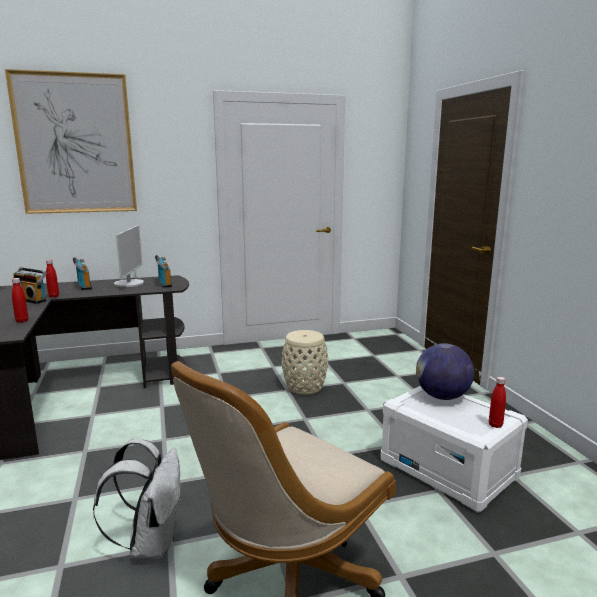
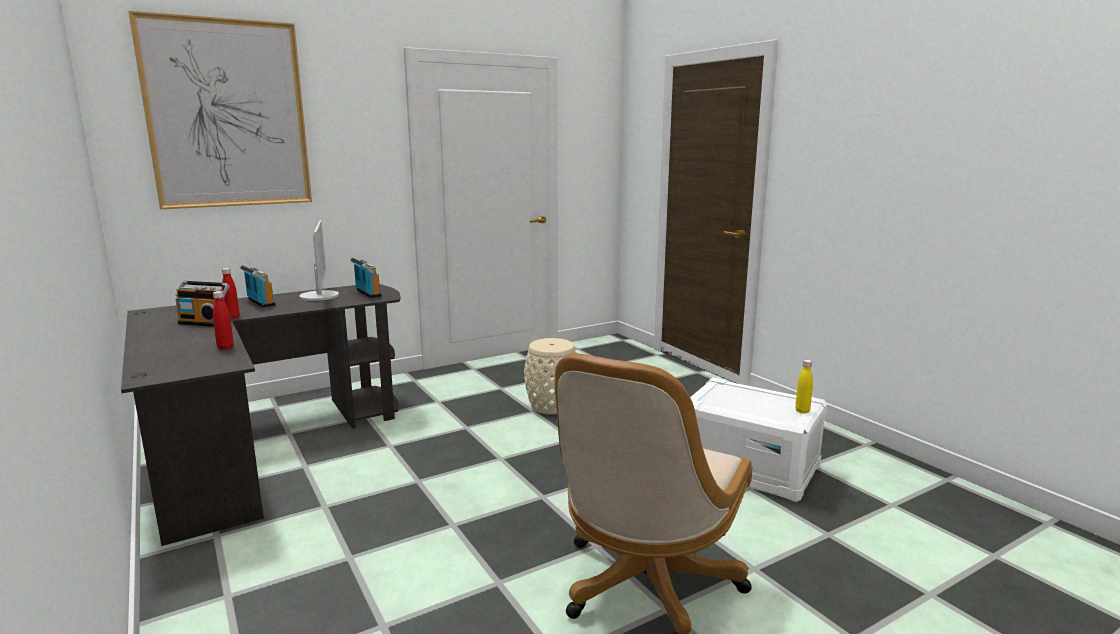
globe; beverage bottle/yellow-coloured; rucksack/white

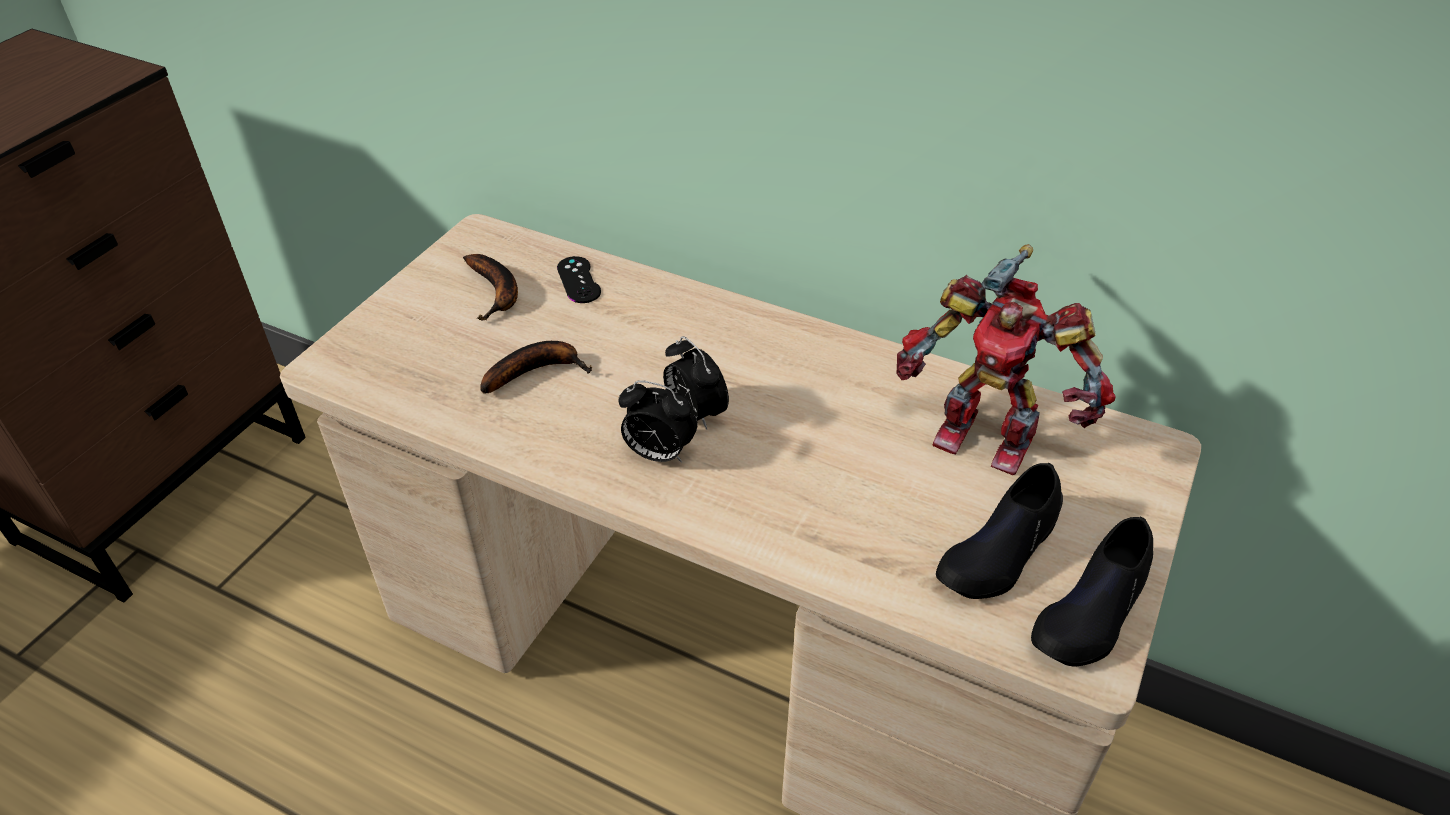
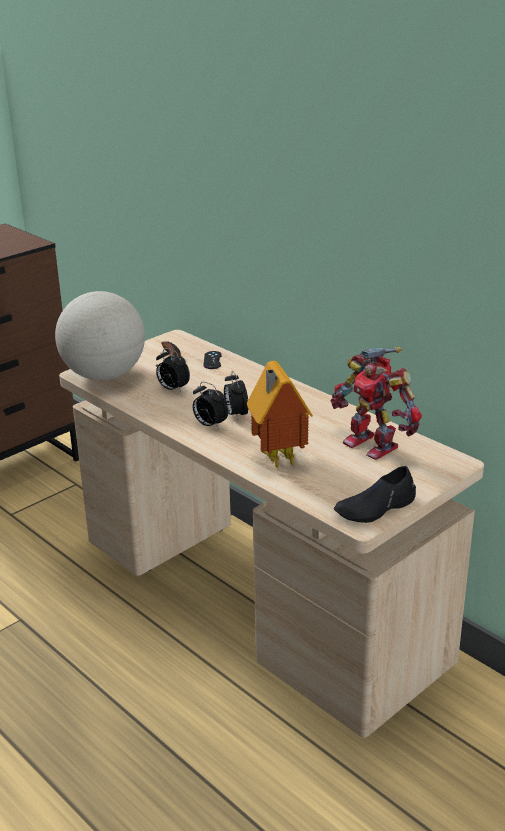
alarm clock (1st from left); low shoe/blackish (1st from left in the first image); globe; model house

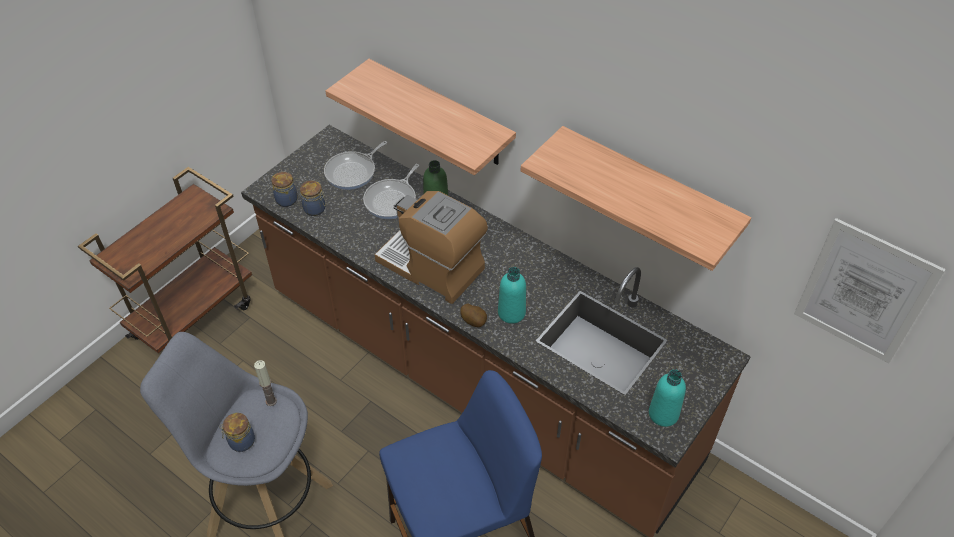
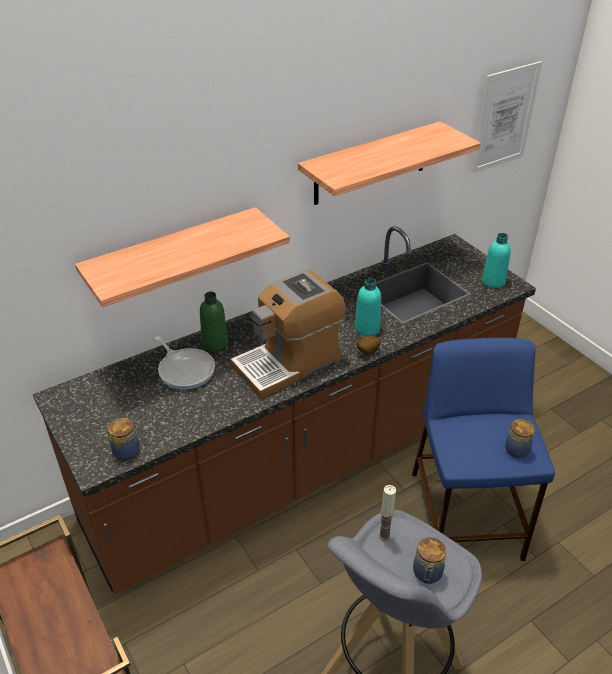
pan (1st from left in the first image); storage jar (3rd from left)

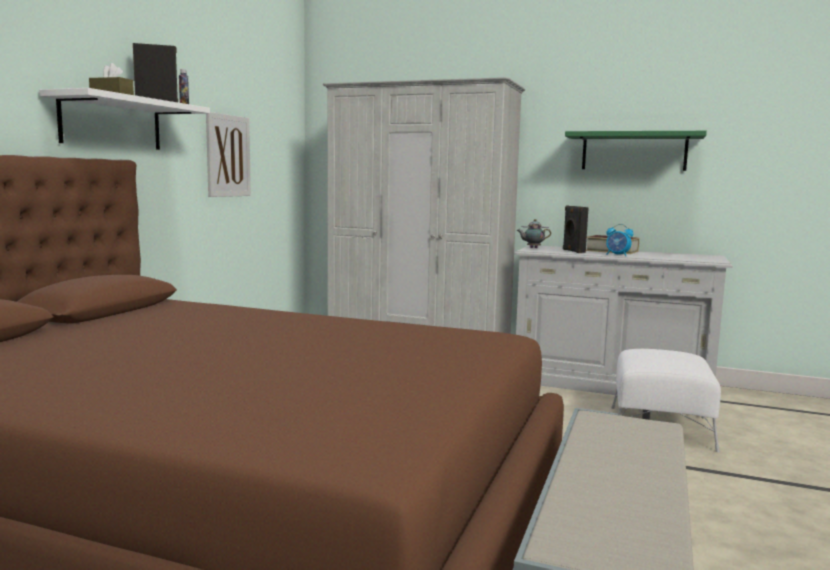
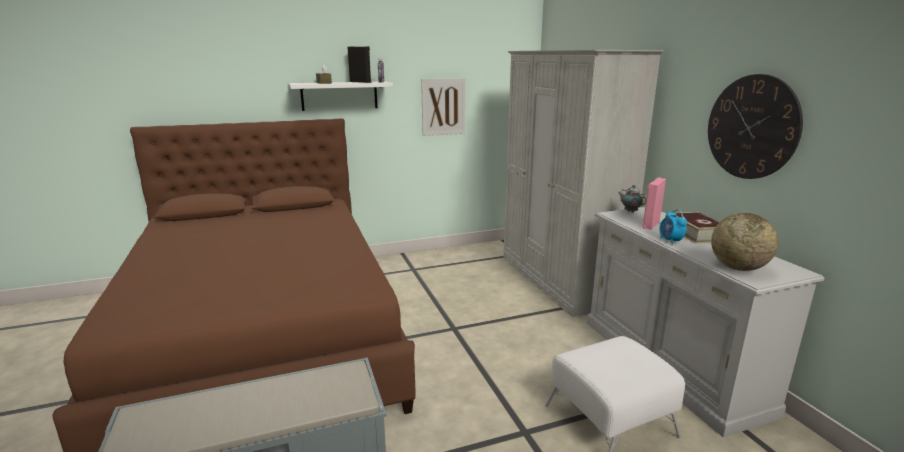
wall clock; loudspeaker/pinkish; globe

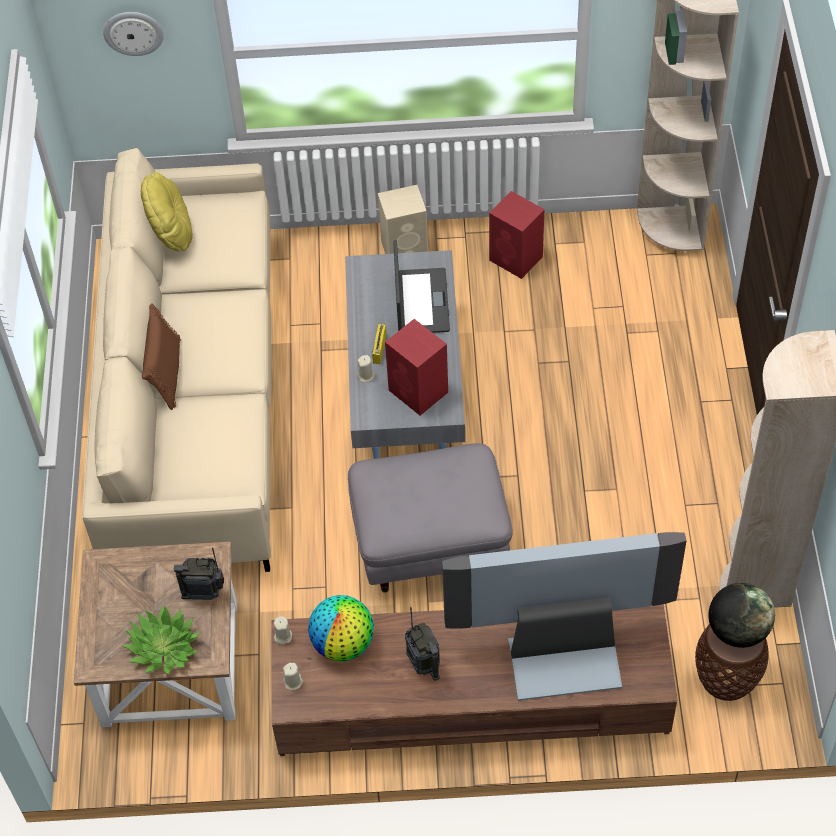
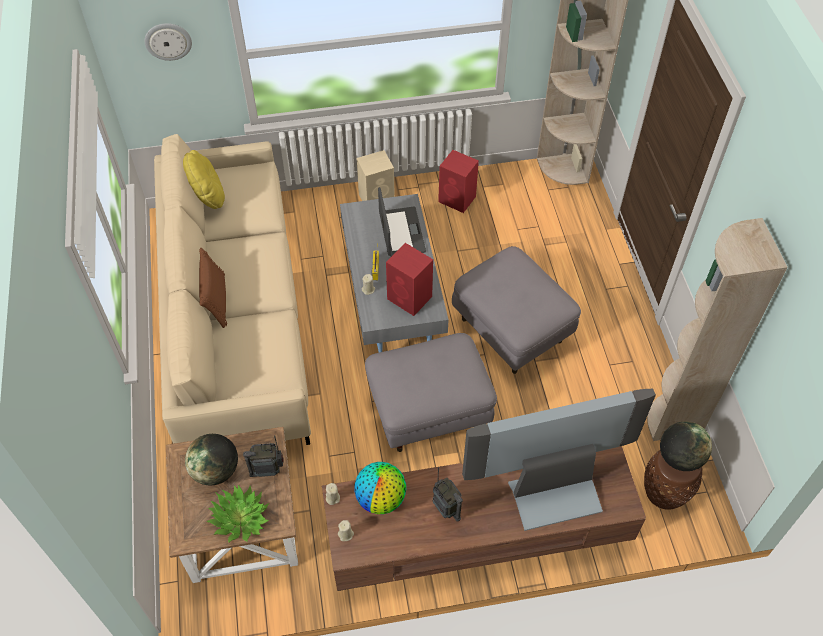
pouffe/greyish (2nd from left); globe (1st from left)

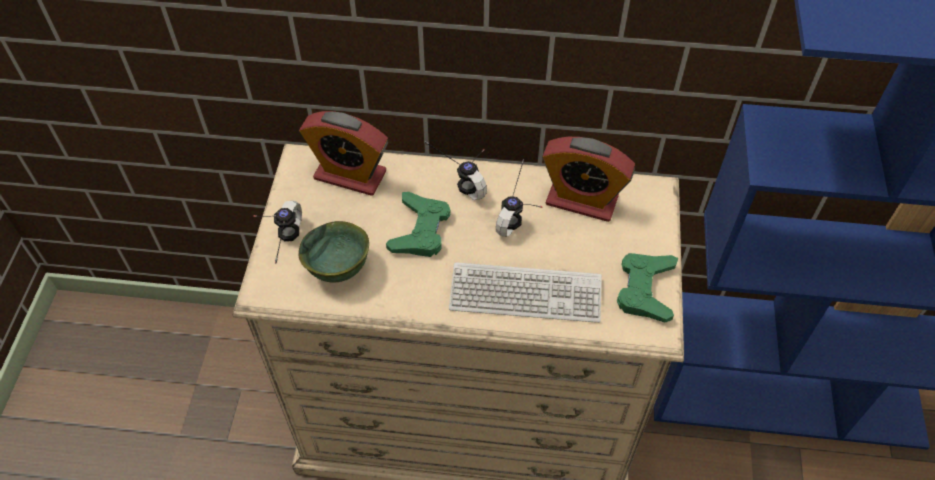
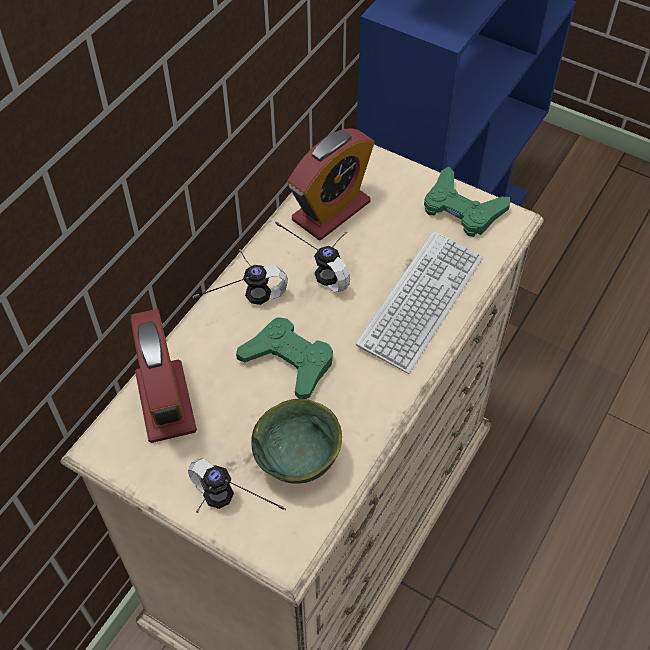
alarm clock (1st from left)

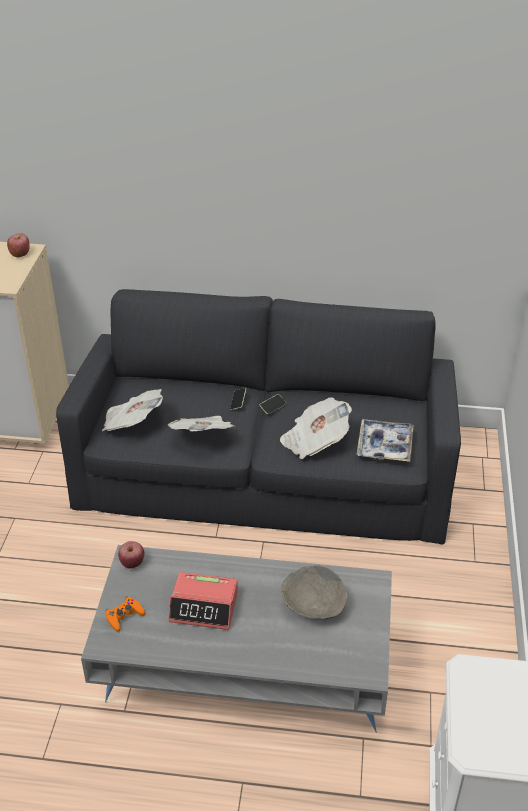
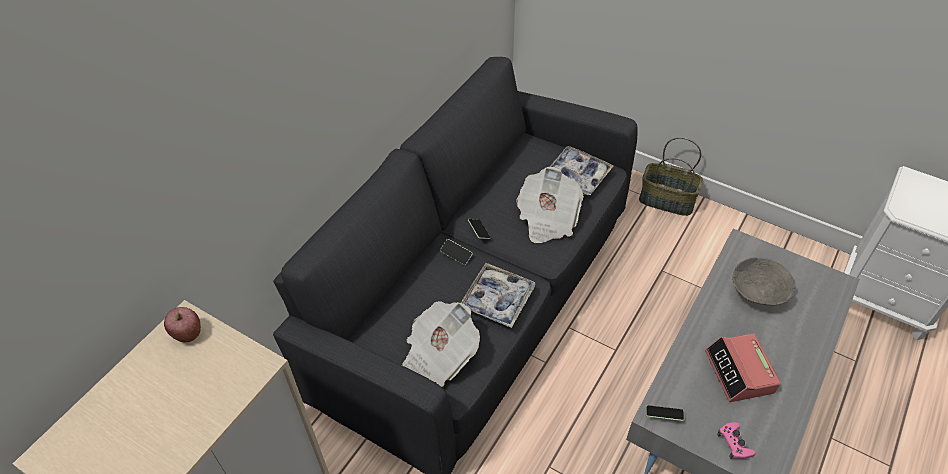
carrying tray (1st from left); handset (3rd from left); alarm clock; game controller/pinkish; basket

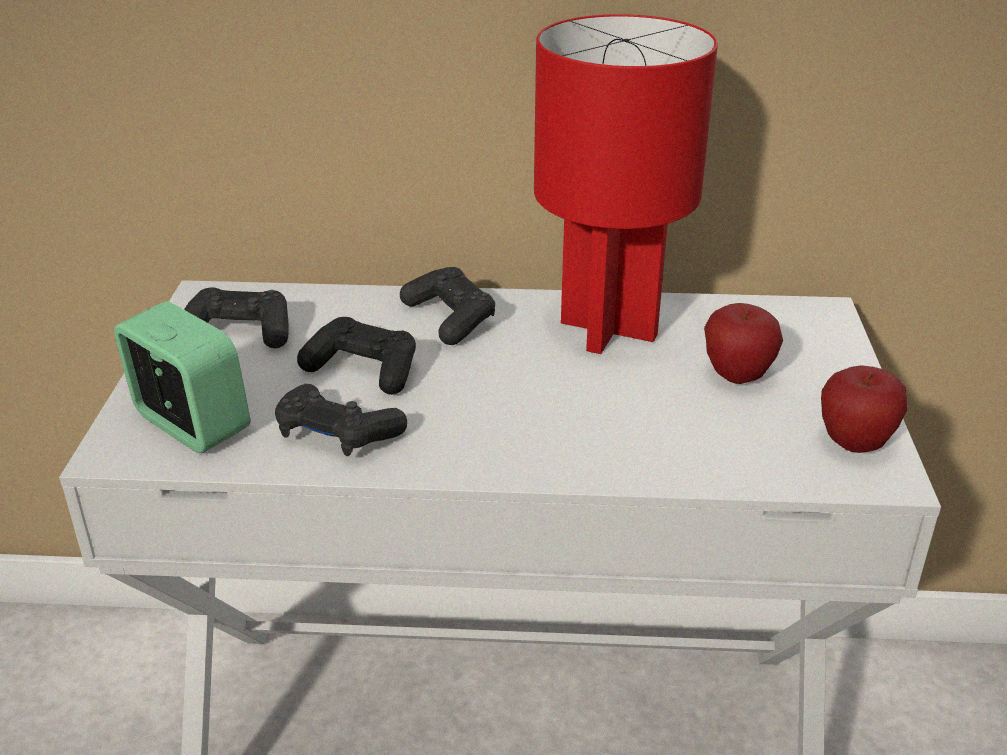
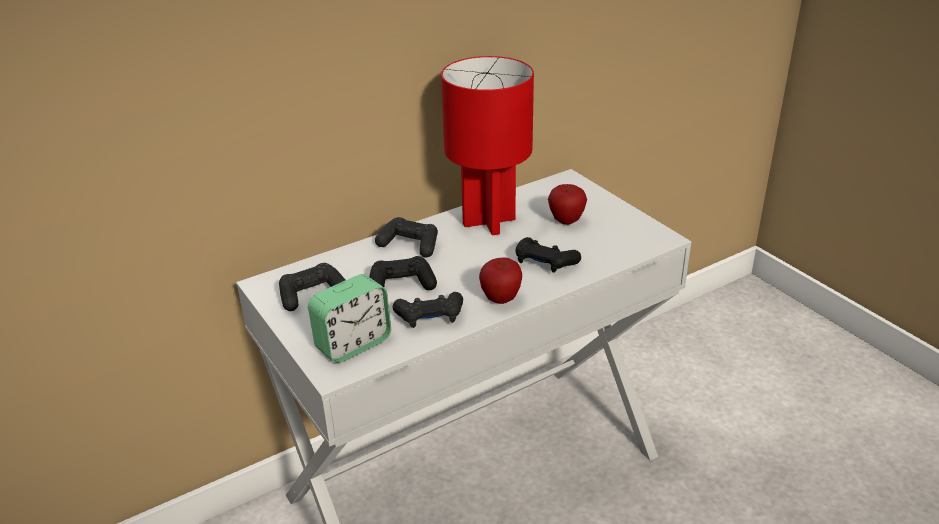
alarm clock; apple (1st from left); game controller/blackish (5th from left)

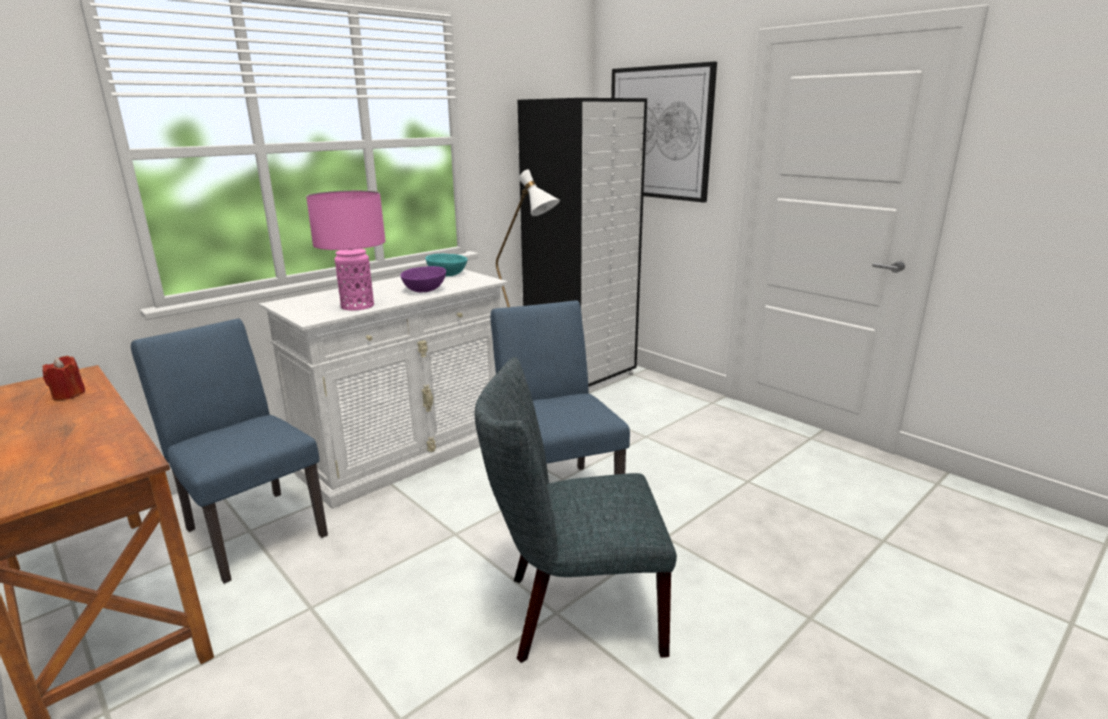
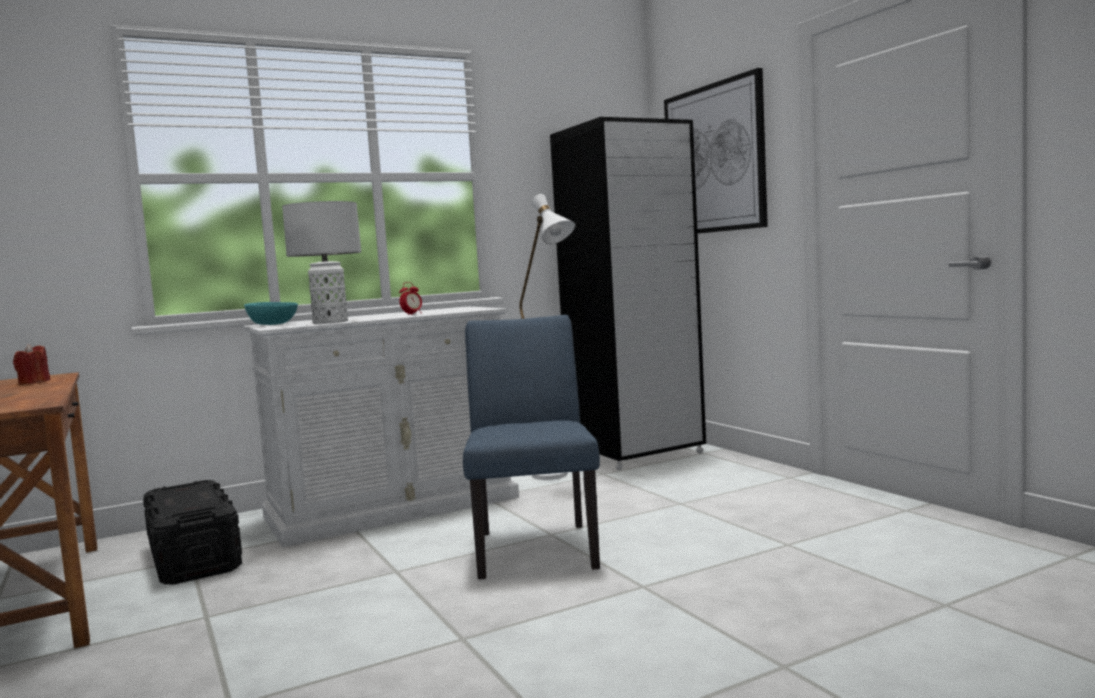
lamp for a table/white; deep dish/turquoise-coloured; alarm clock; storage bin/blackish; plain chair/greyish

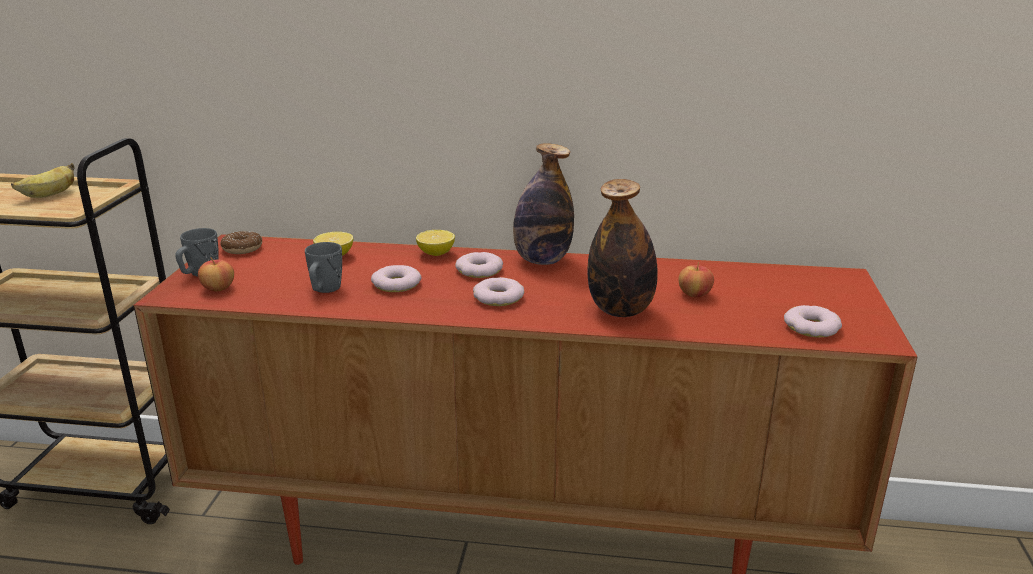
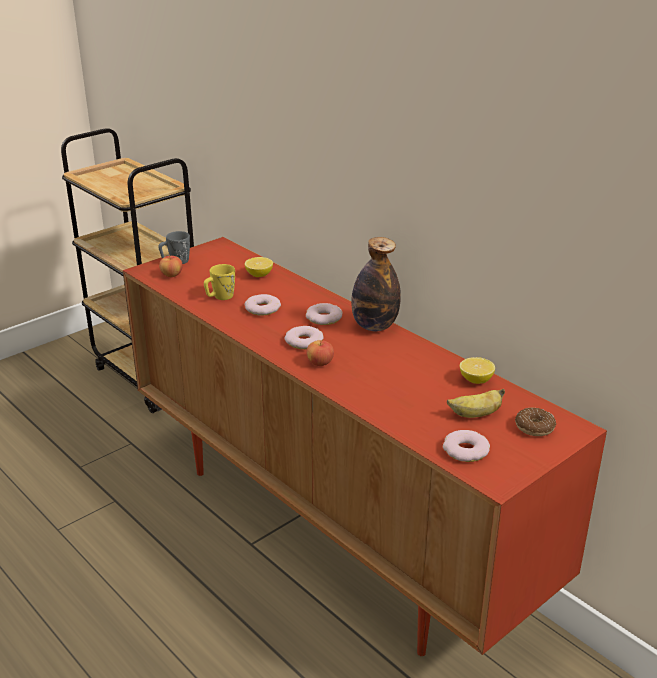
whole banana; beverage bottle (2nd from left in the first image); citrus fruit (2nd from left); ring doughnut (5th from left); mug/yellow-coloured; apple (2nd from left)

